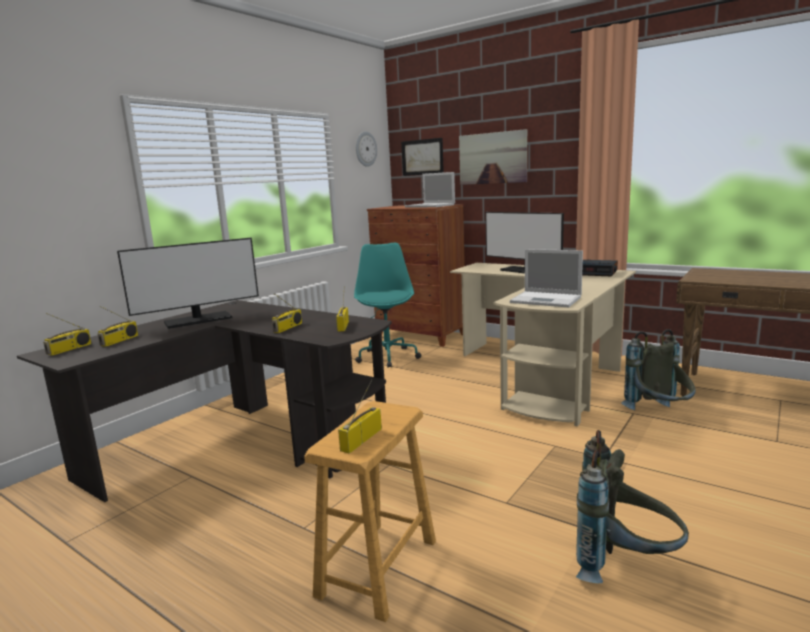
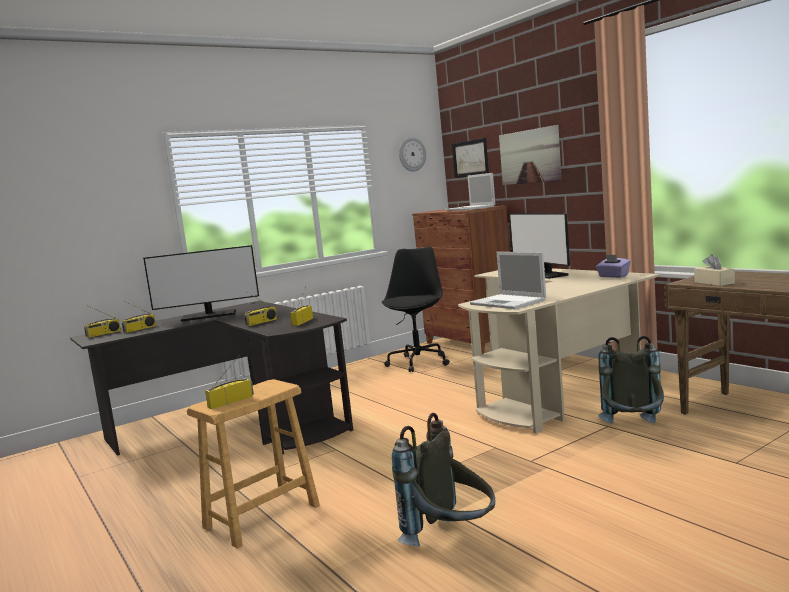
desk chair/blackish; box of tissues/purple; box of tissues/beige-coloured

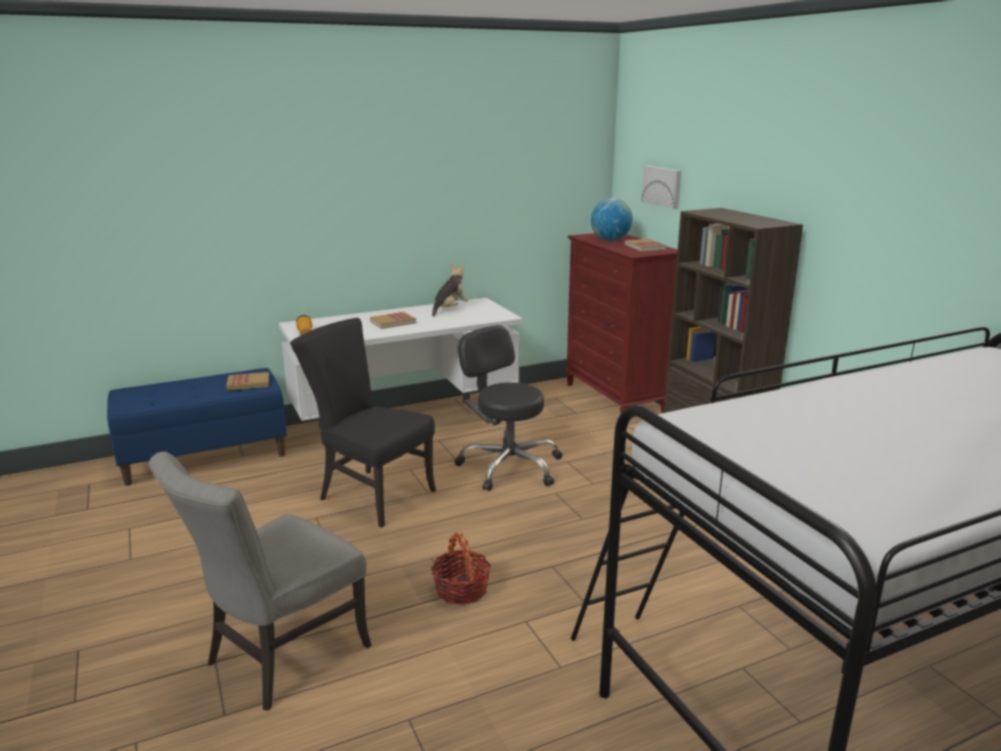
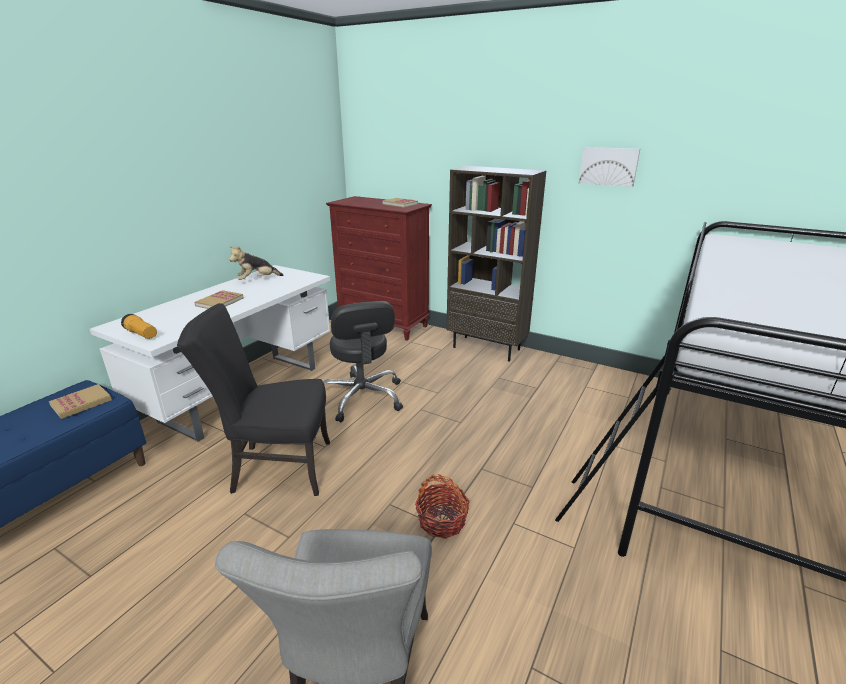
picture; globe; cuddly toy; desk chair/blackish

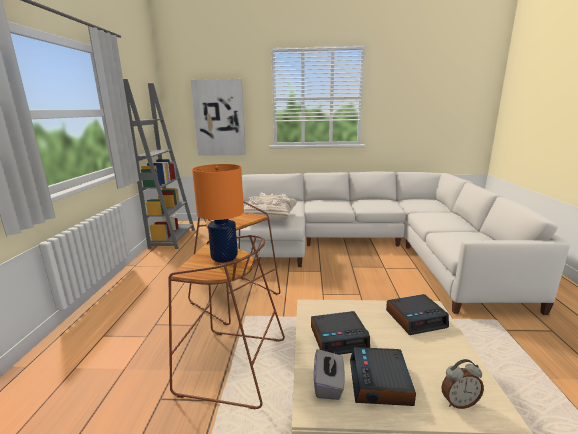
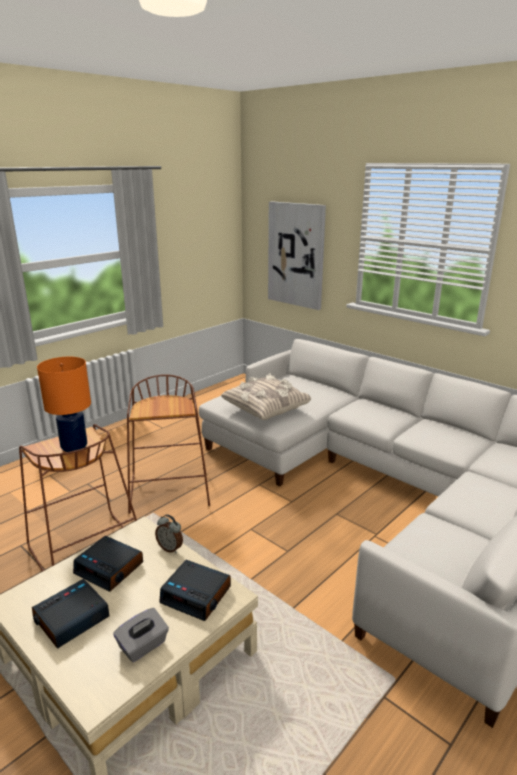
bookcase/greyish; box of tissues/greyish; alarm clock (3rd from left)

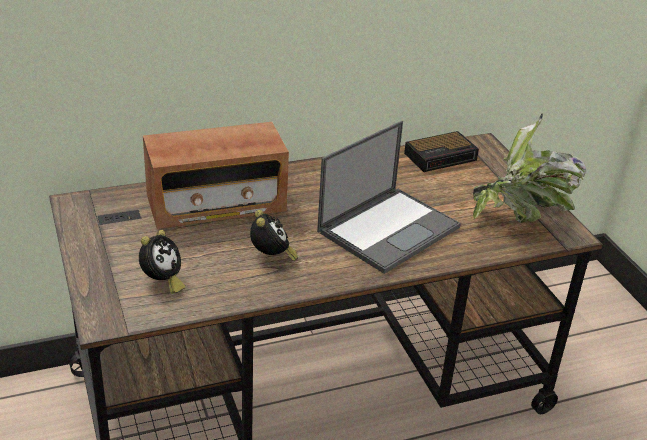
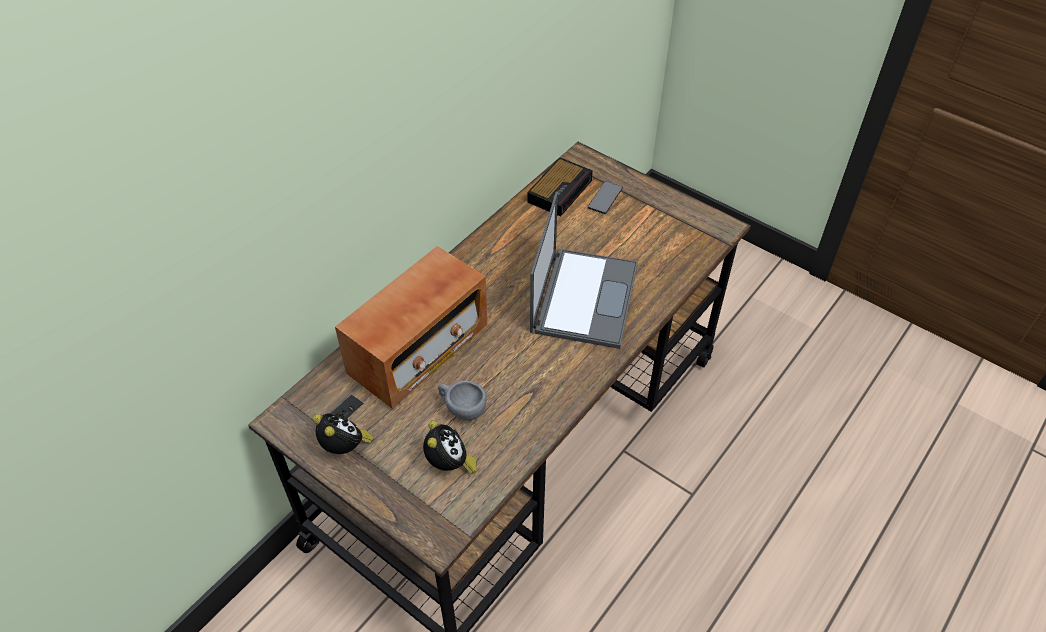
plant in a pot; alarm clock (1st from left); handset; small cup/greyish

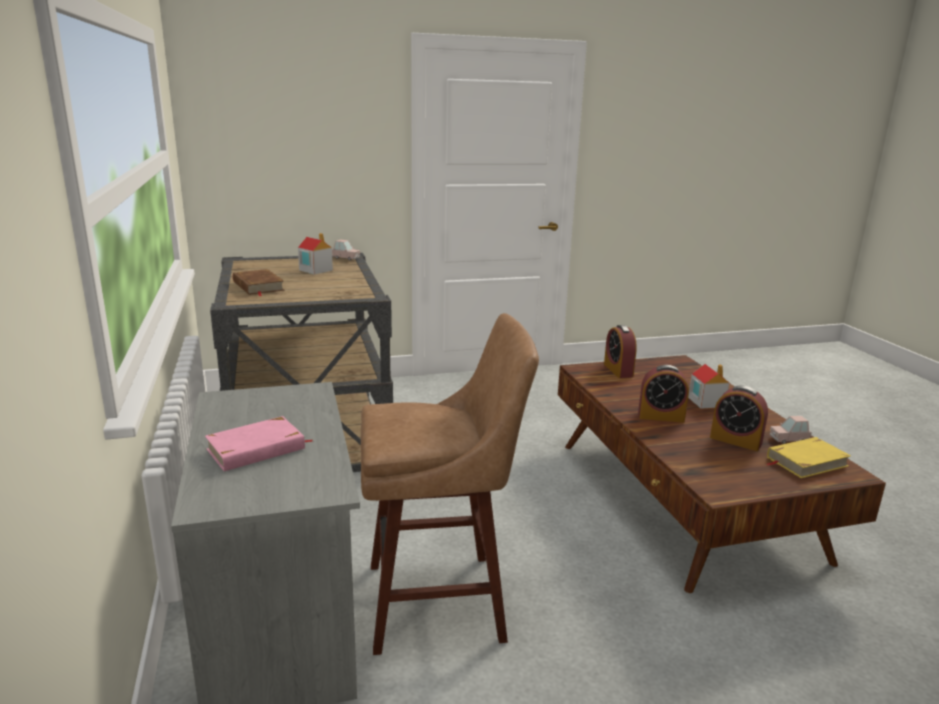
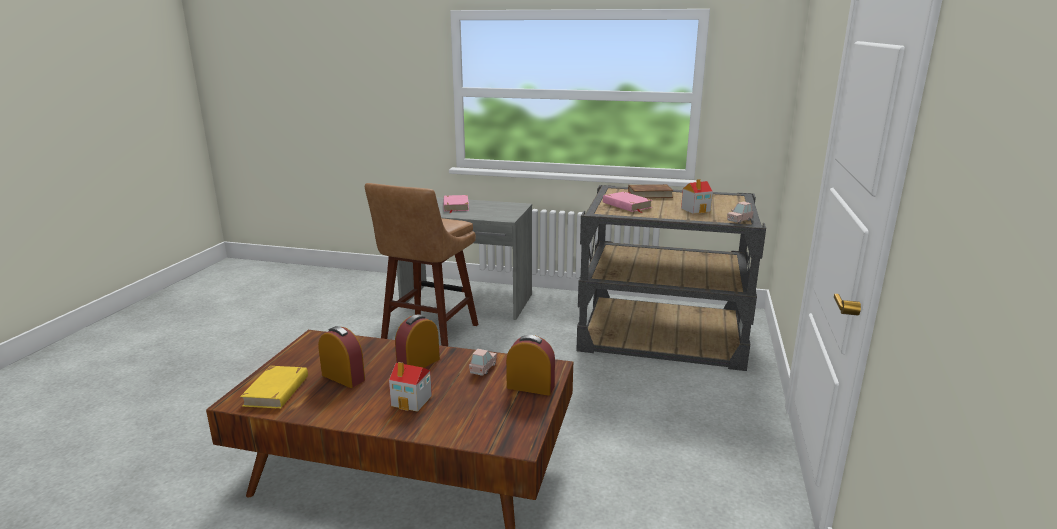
alarm clock (1st from left); model car/pinkish (1st from left); volume/pinkish (2nd from left)

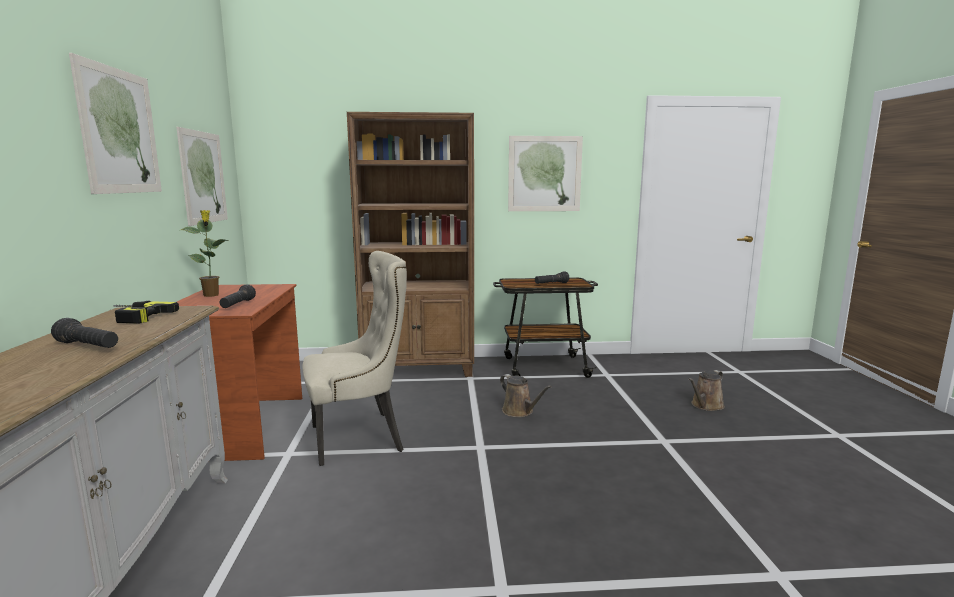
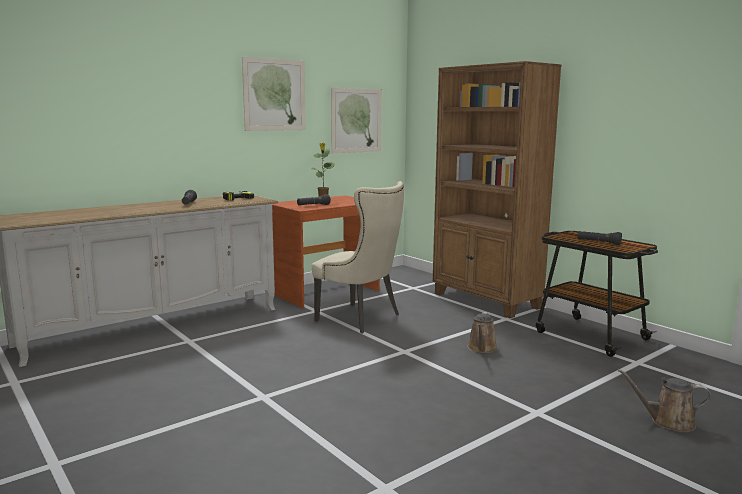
picture (3rd from left in the first image)

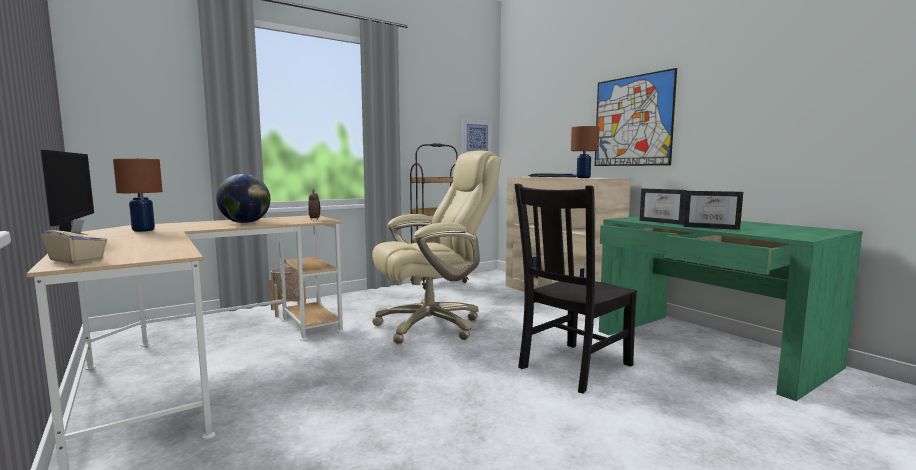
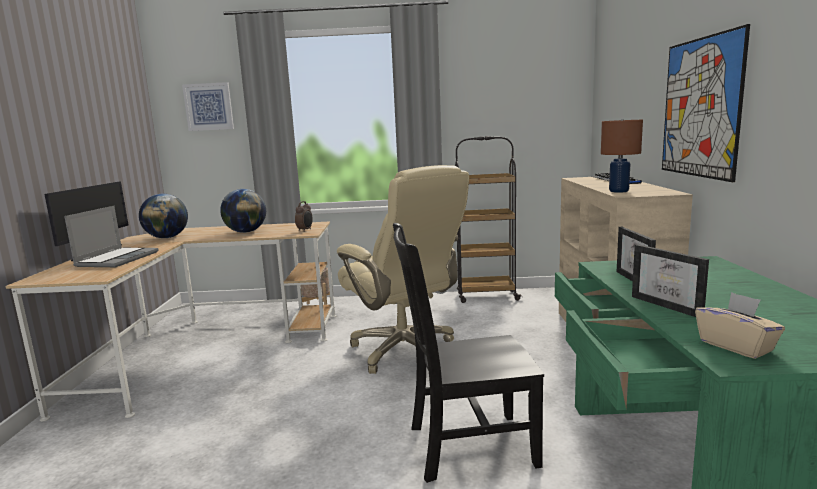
picture (1st from left); desk chair/beige-coloured; globe (1st from left); box of tissues/beige-coloured; notebook computer

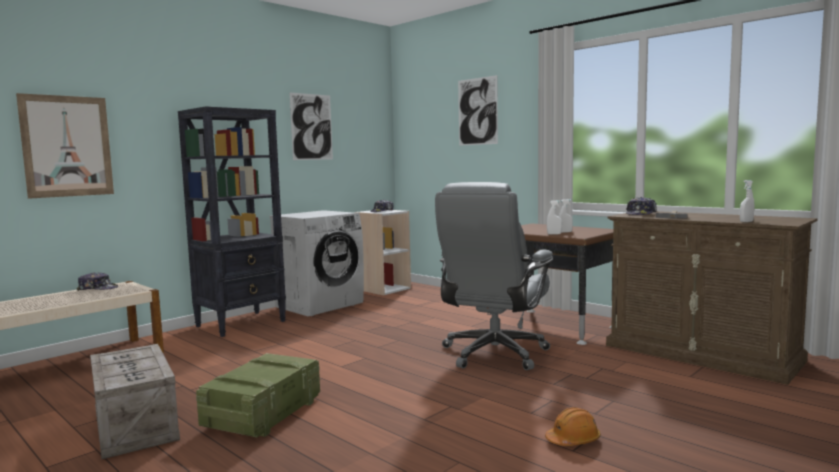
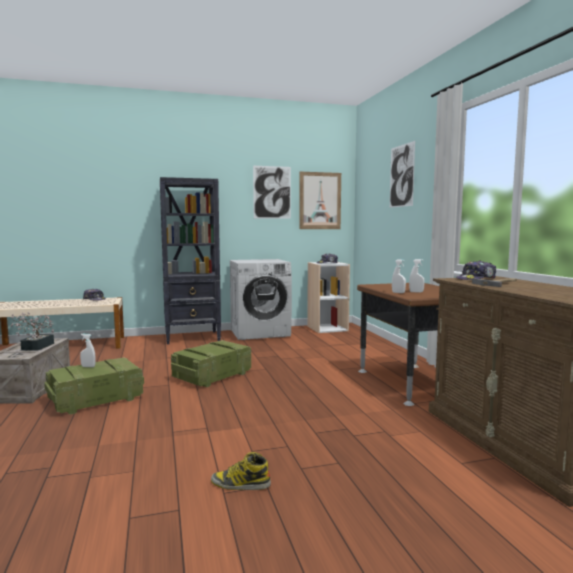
picture (2nd from left); spray bottle/white (1st from left); desk chair/greyish; high-top boot; plant in a pot; packing crate (3rd from left)

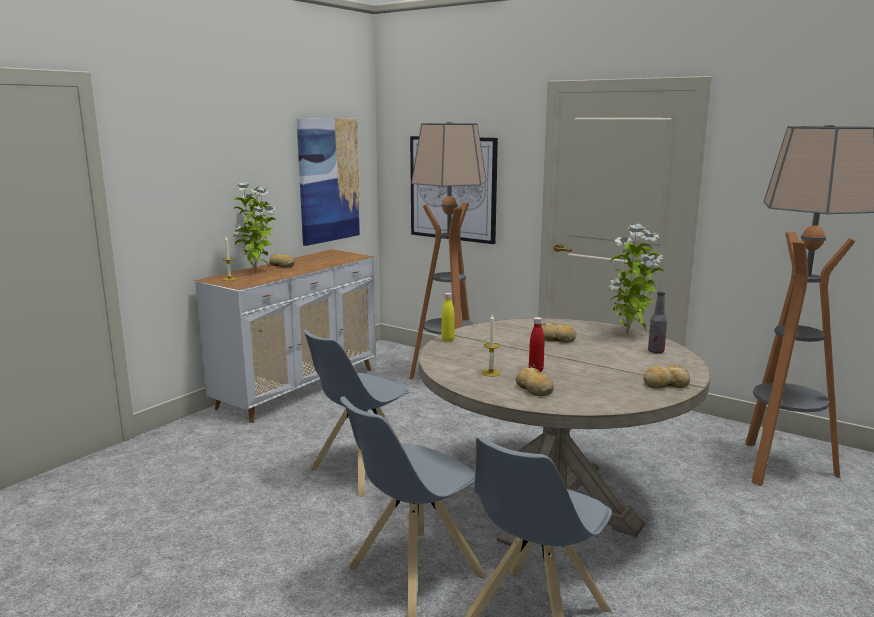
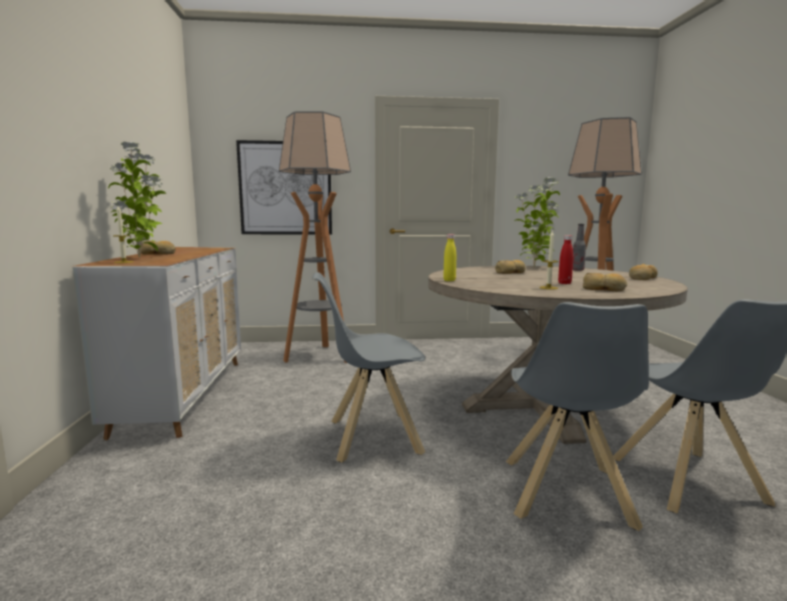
picture (1st from left in the first image); plain chair/greyish (1st from left)

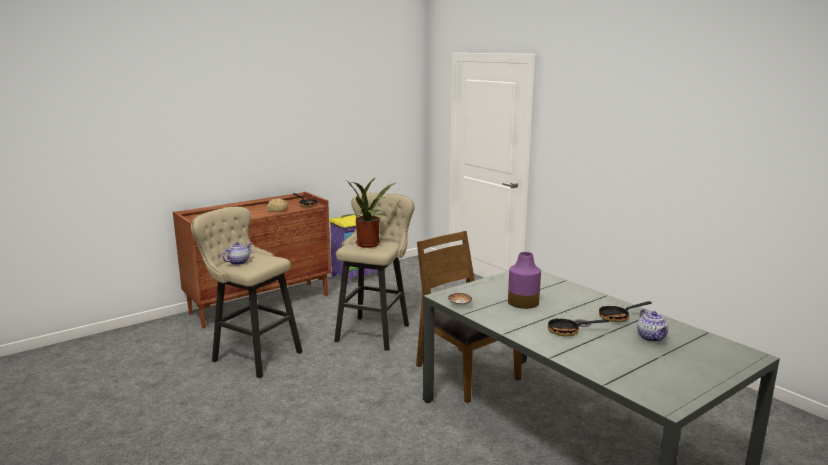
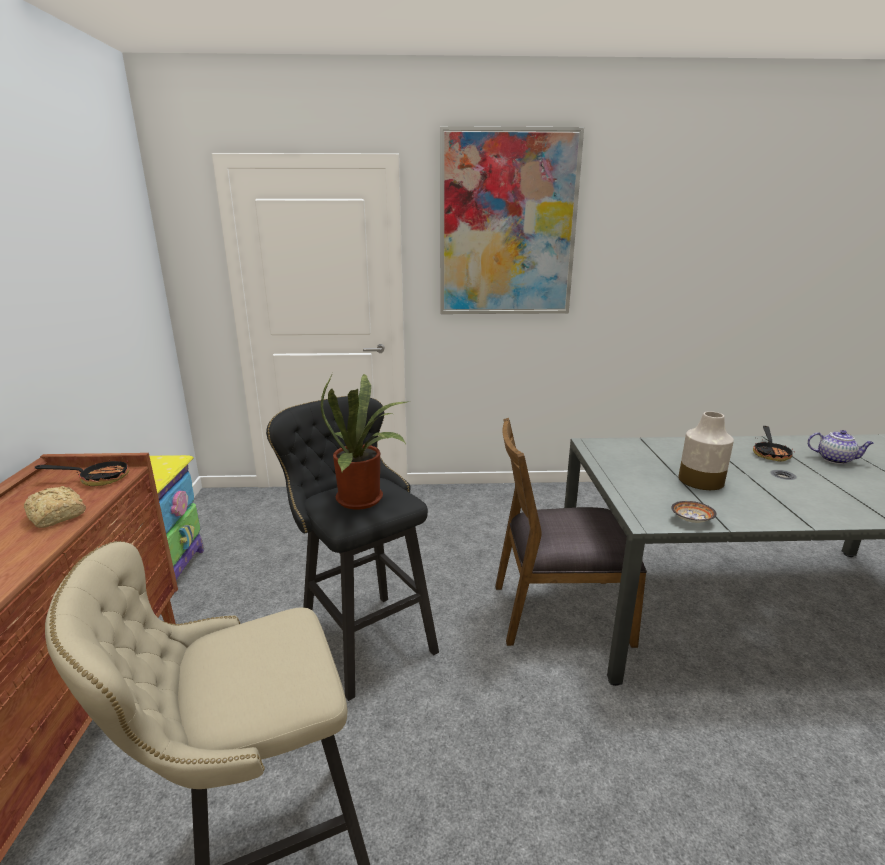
stool/blackish; tea pot (1st from left in the first image); flower vase/beige-coloured; pan (2nd from left in the first image); picture

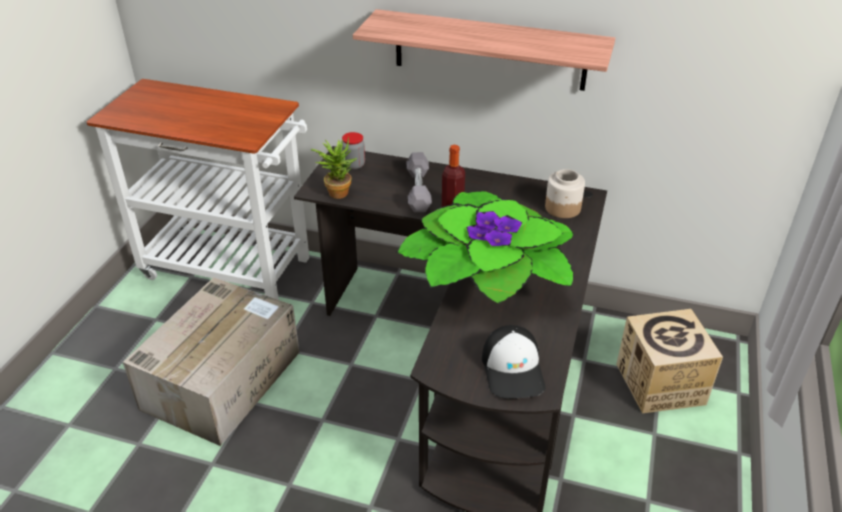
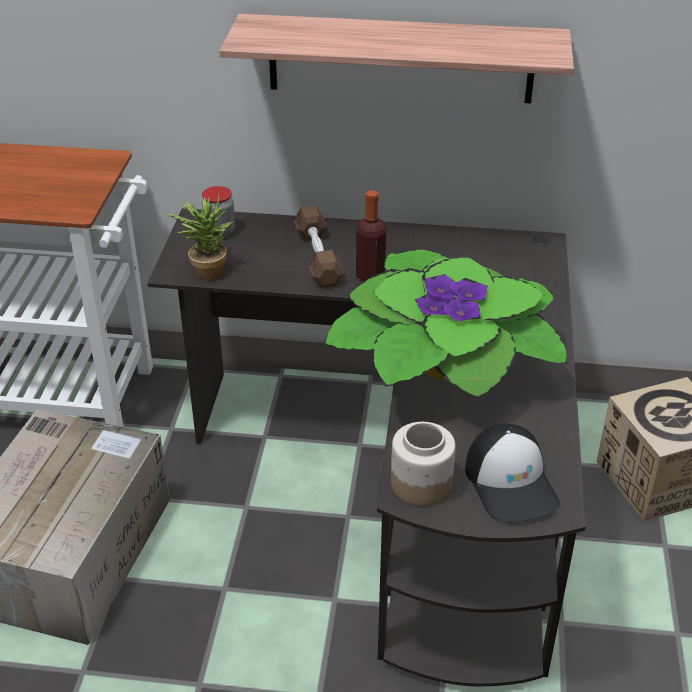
hand weight/brownish; storage jar (2nd from left)

